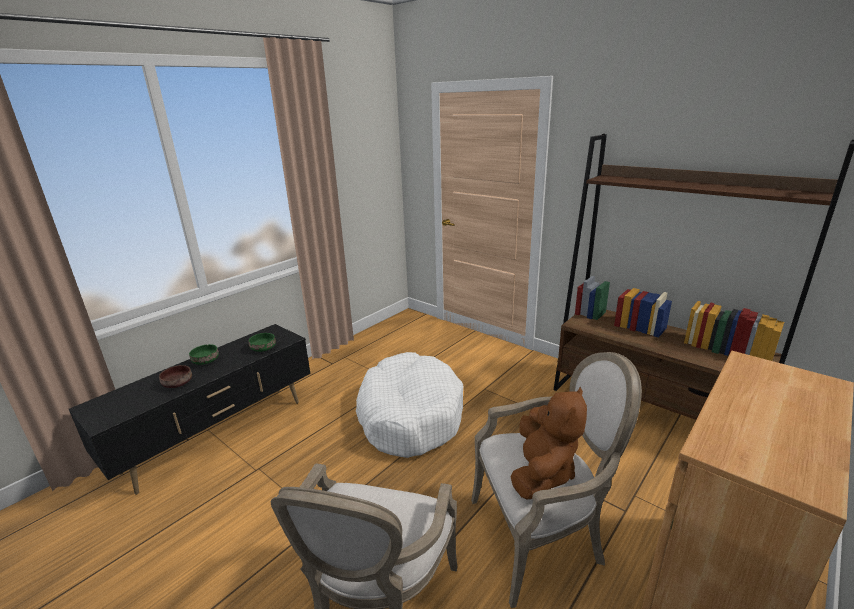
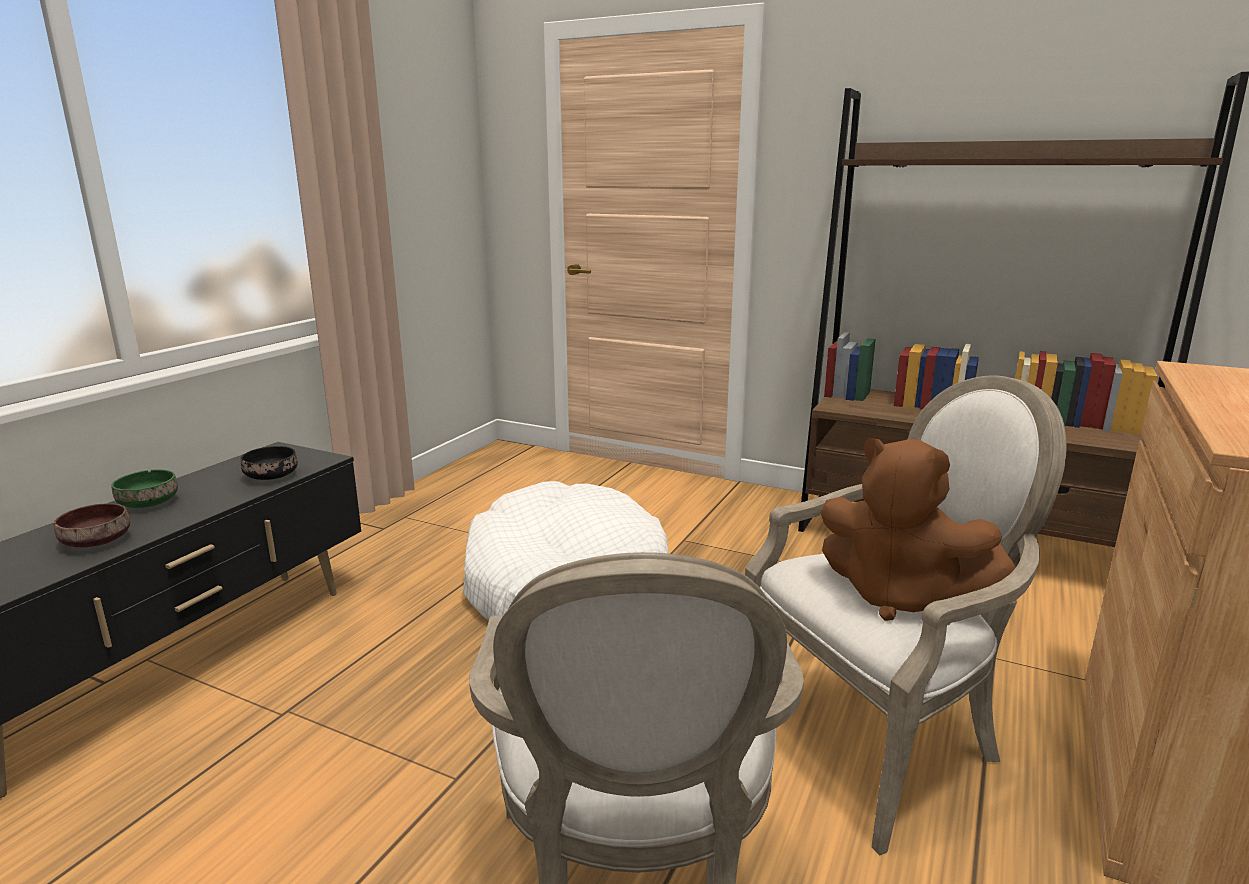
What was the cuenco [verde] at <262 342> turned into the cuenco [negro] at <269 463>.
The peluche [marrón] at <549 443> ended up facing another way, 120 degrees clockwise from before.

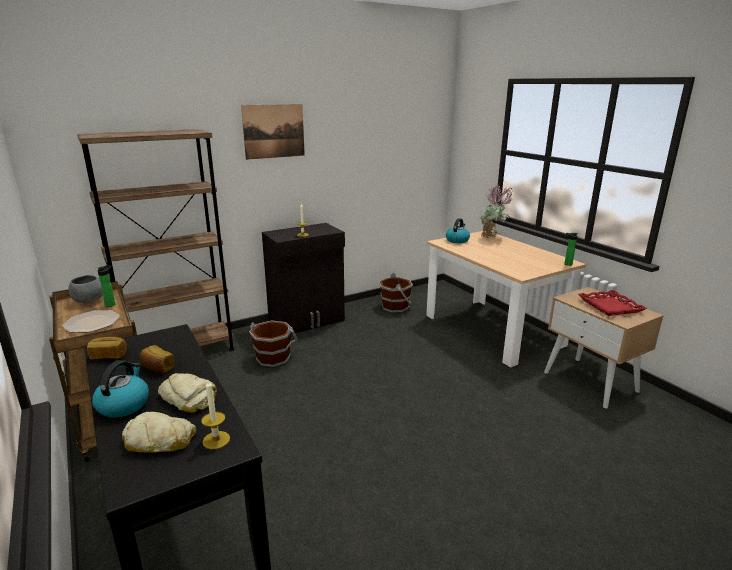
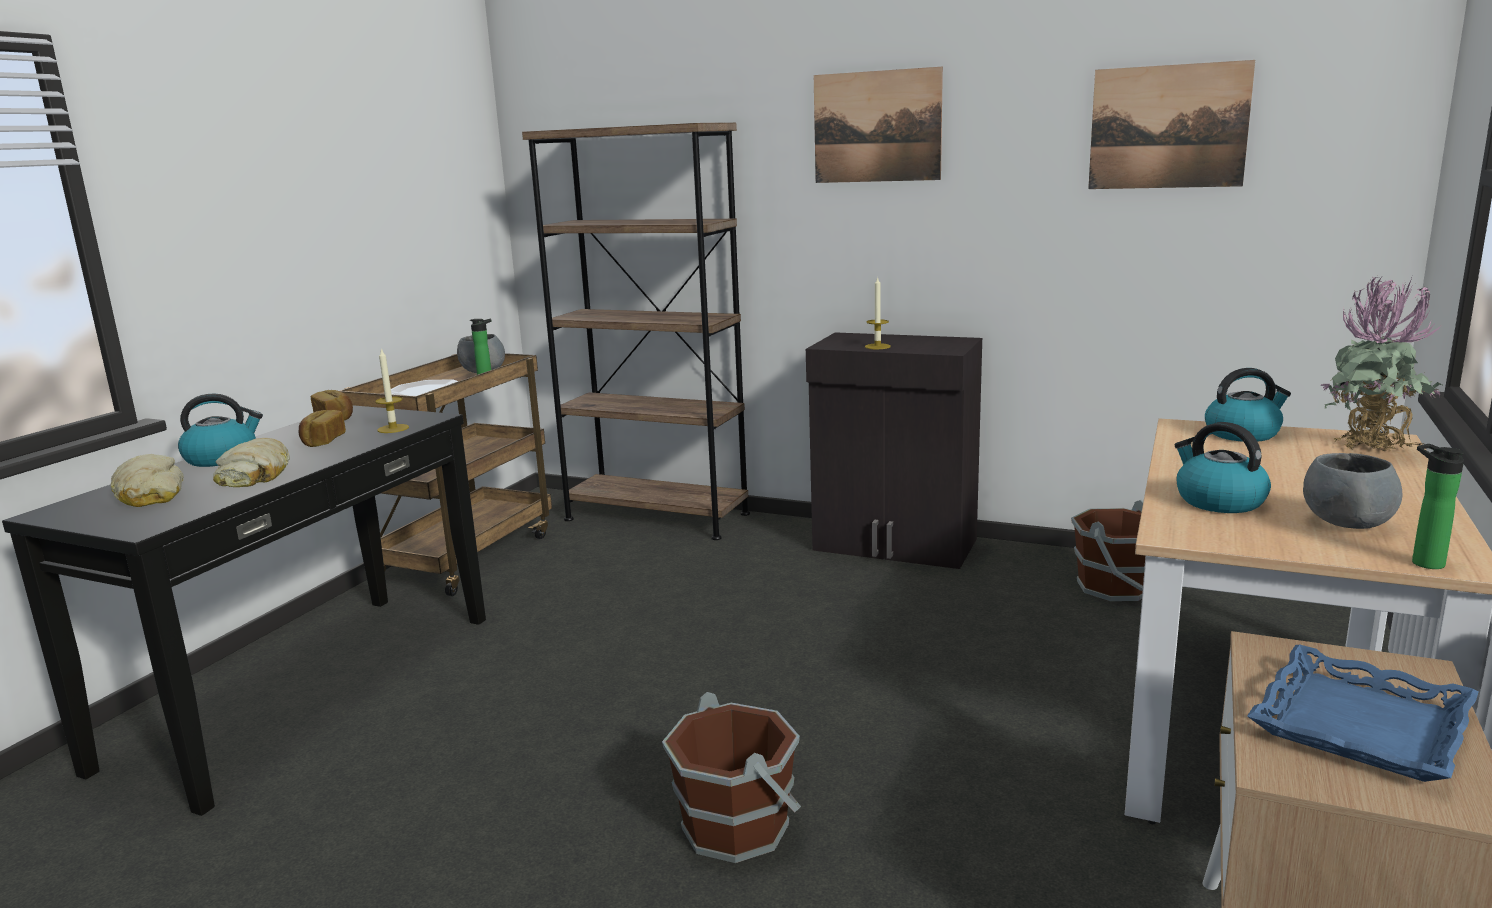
The second view gained the cuadro at <1171 124>.
The second view gained the hervidor at <1223 467>.
The second view gained the cuenco [gris] at <1352 491>.
The vela ended up elsewhere, having gone from <215 414> to <392 391>.
The cubo [marrón] ended up elsewhere, having gone from <273 344> to <731 777>.
What was the bandeja [rojo] at <612 303> turned into the bandeja [azul] at <1362 713>.

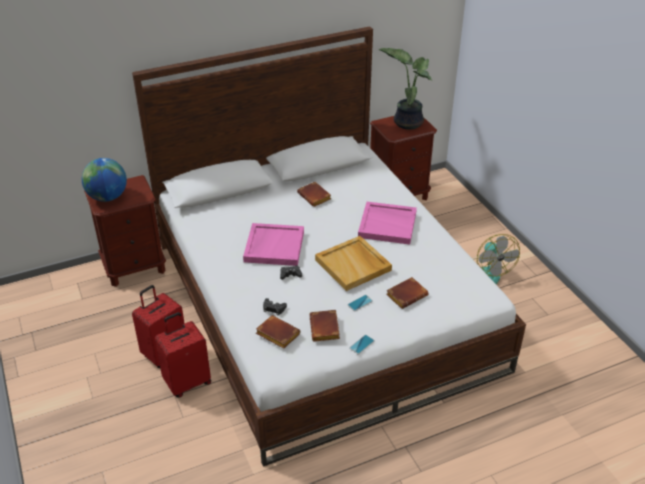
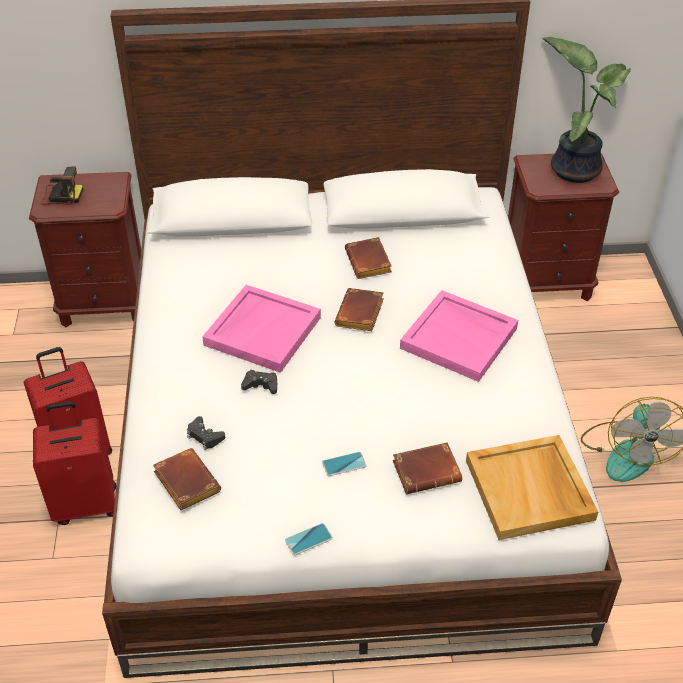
The libro [marrón] ended up elsewhere, having gone from <325 326> to <359 309>.
The bandeja [beis] ended up elsewhere, having gone from <353 263> to <532 487>.
Where the globo terráqueo stood at <104 180>, the cámara came to stand at <62 186>.

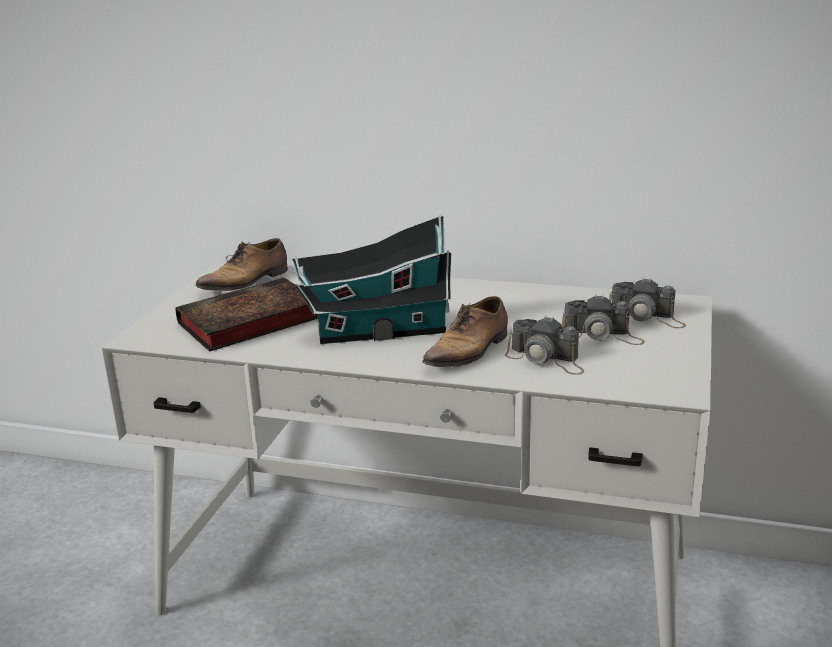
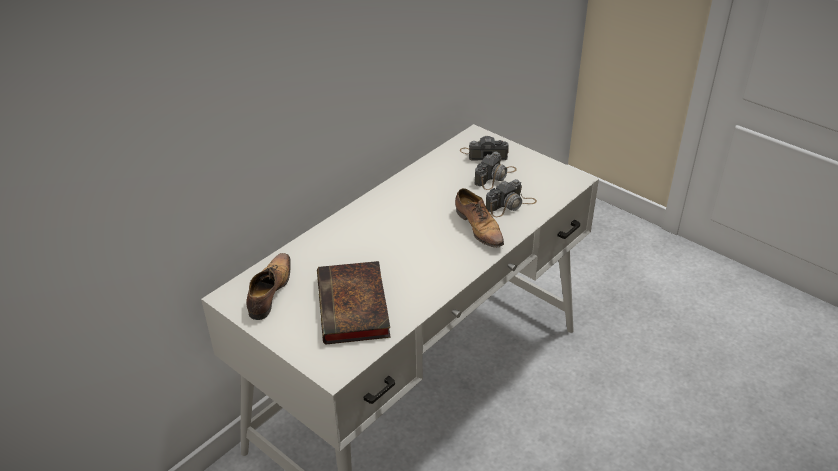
The second view lost the casita at <371 279>.
The zapato at <241 264> ended up facing another way, 150 degrees counterclockwise from before.
The cámara at <647 302> ended up facing another way, 135 degrees counterclockwise from before.

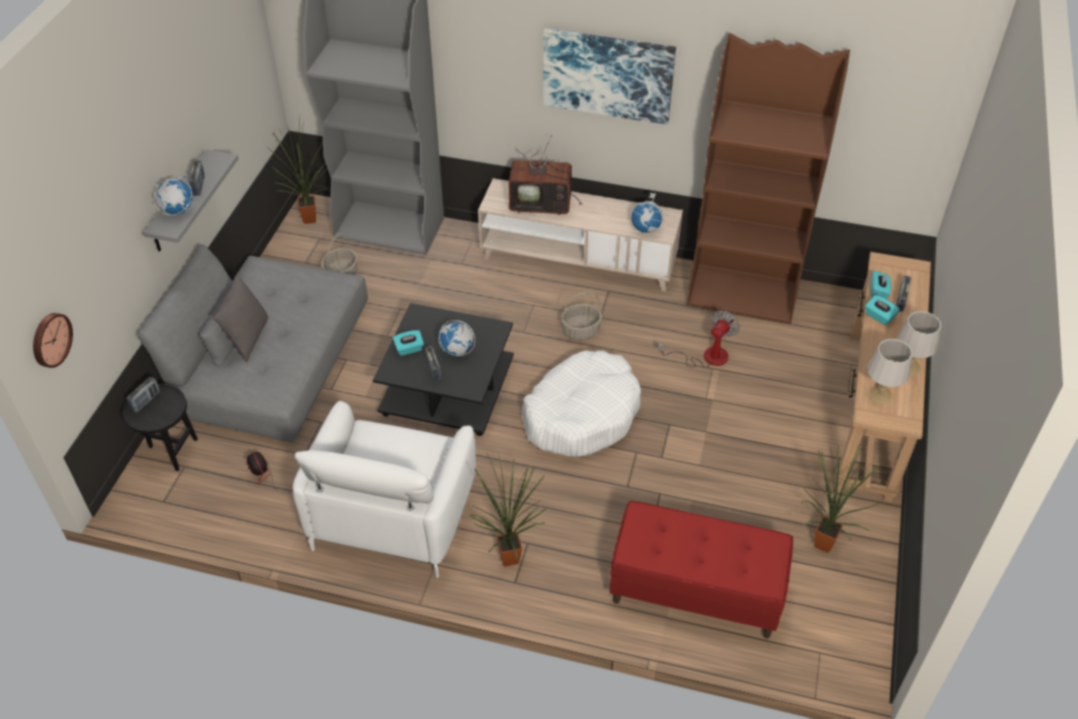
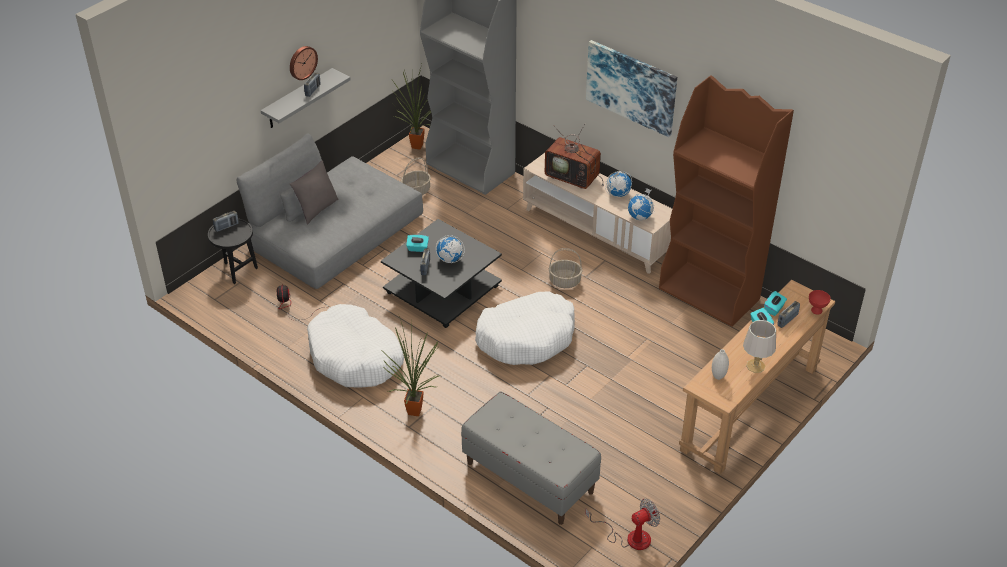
The second view lost the planta en maceta at <843 497>.
The second view gained the cuenco [rojo] at <820 302>.
The reloj de pared ended up elsewhere, having gone from <53 340> to <304 63>.
The globo terráqueo ended up elsewhere, having gone from <173 196> to <618 184>.
The ventilador ended up elsewhere, having gone from <699 339> to <622 524>.
Where the sillón [blanco] stood at <384 489>, the cama para perro [blanco] came to stand at <355 345>.
Where the lámpara de mesa [gris] stood at <890 371>, the florero [blanco] came to stand at <720 364>.
What was the banco [rojo] at <701 569> turned into the banco [gris] at <531 458>.

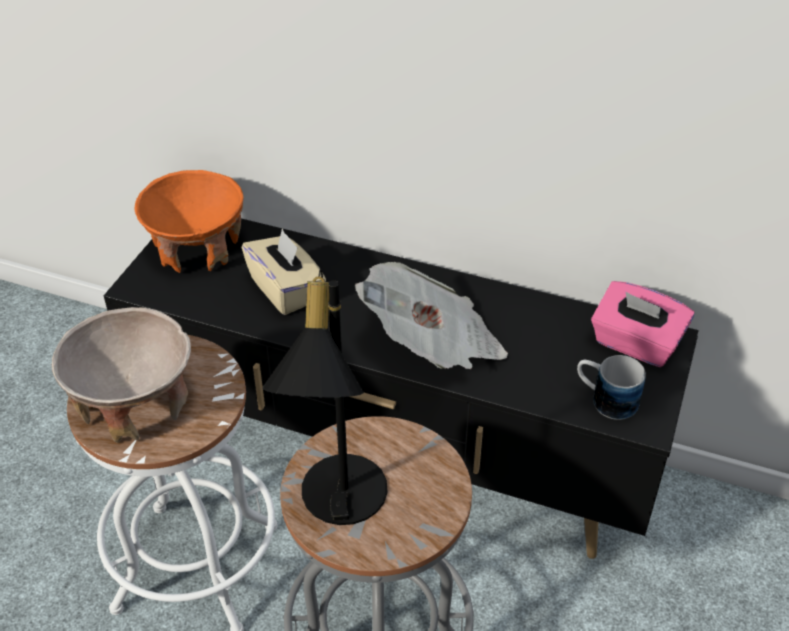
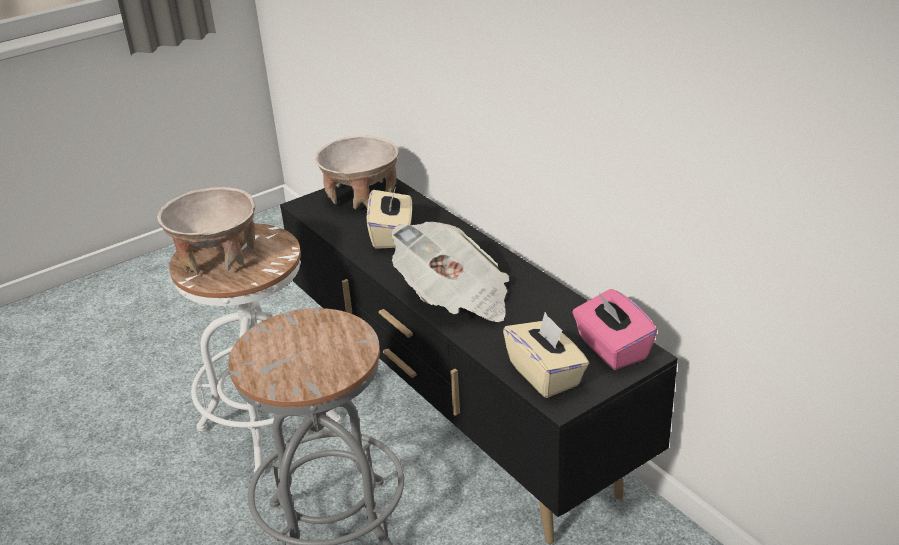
The second view lost the lámpara de mesa [negro] at <324 397>.
Where the taza grande stood at <611 387>, the caja de pañuelos [beis] came to stand at <546 355>.
What was the cuenco [naranja] at <189 221> turned into the cuenco [beis] at <357 172>.

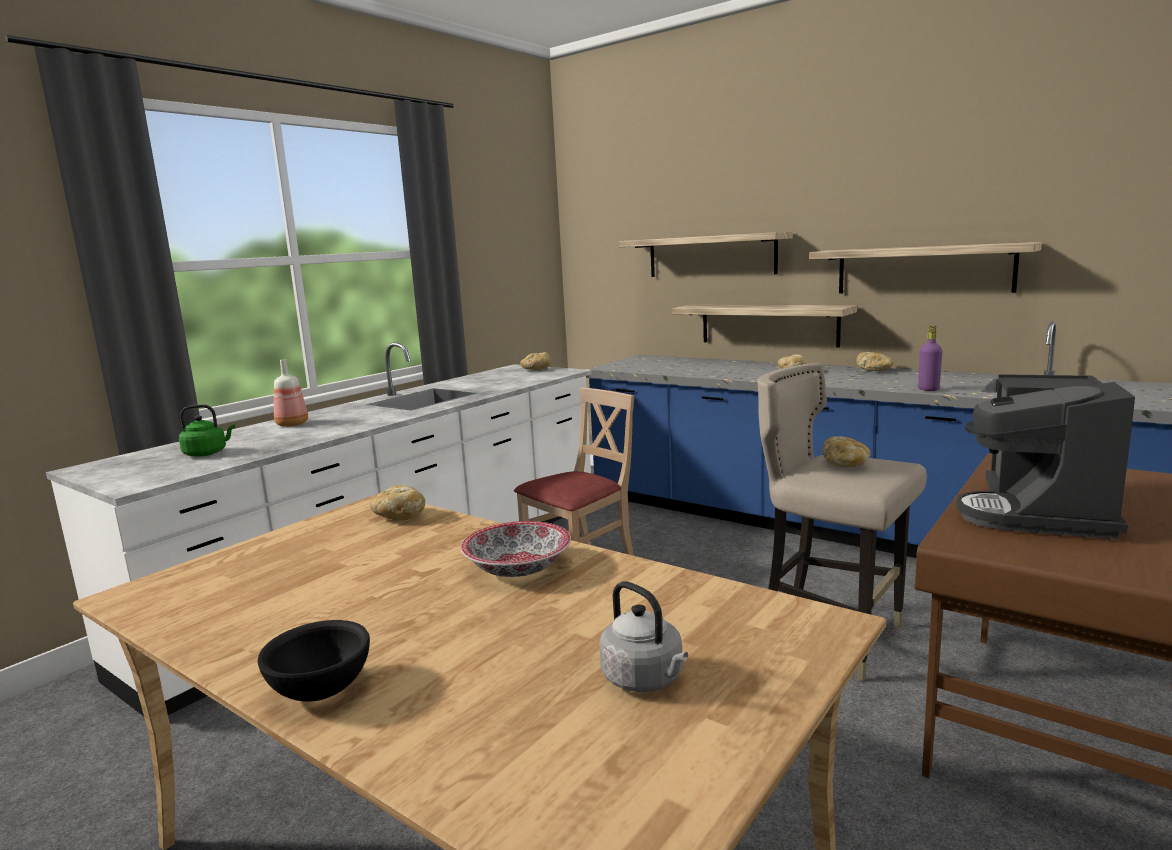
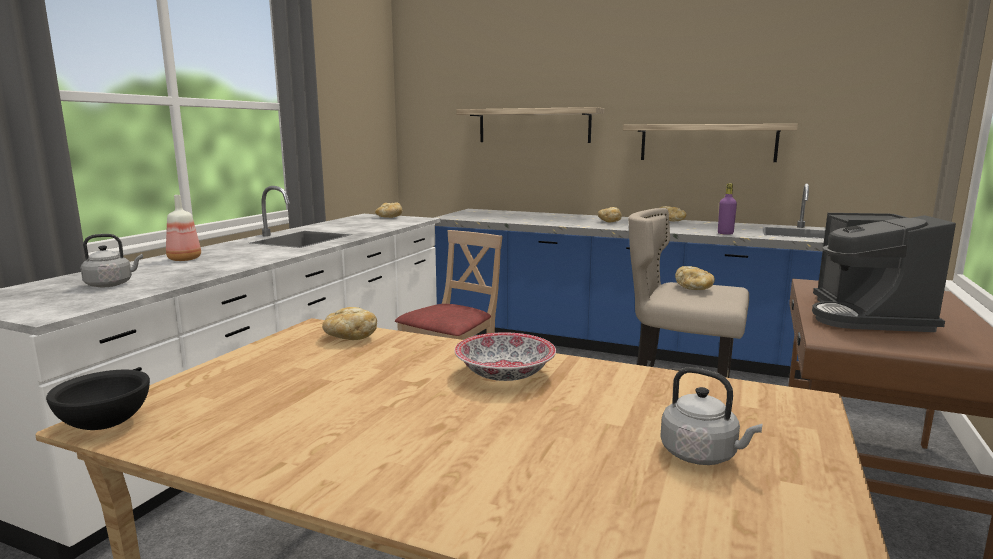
The second view lost the estante at <764 326>.
The cuenco [negro] ended up elsewhere, having gone from <314 660> to <98 400>.
What was the hervidor [verde] at <207 430> turned into the hervidor [gris] at <112 260>.

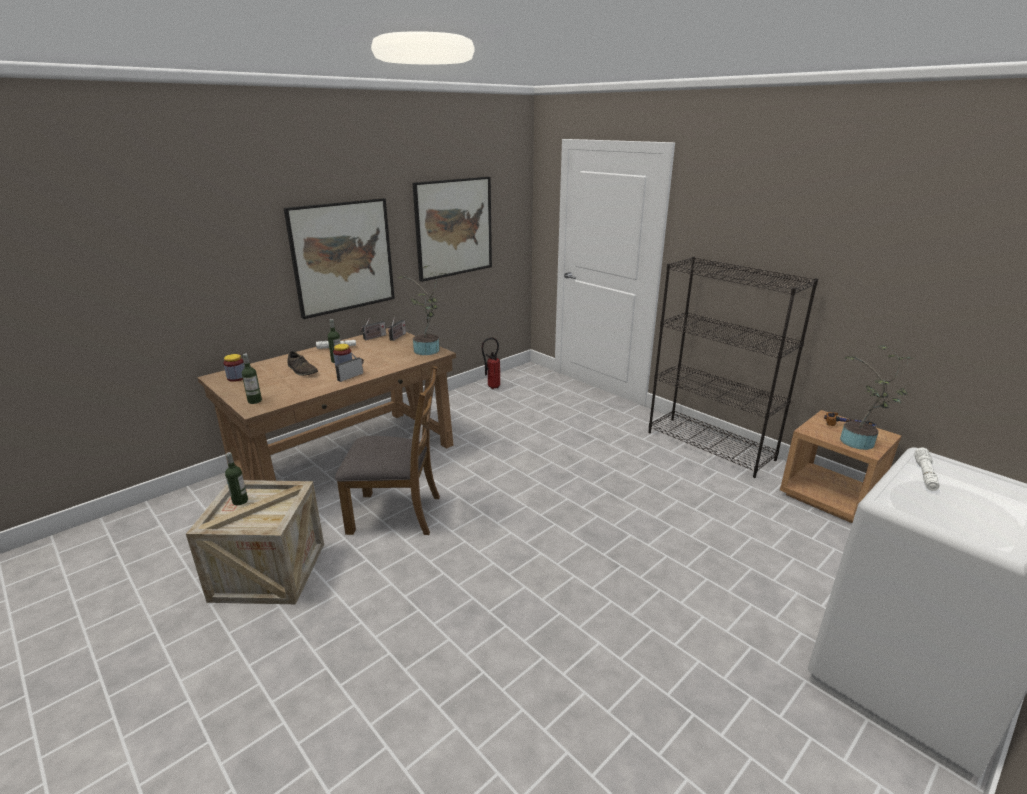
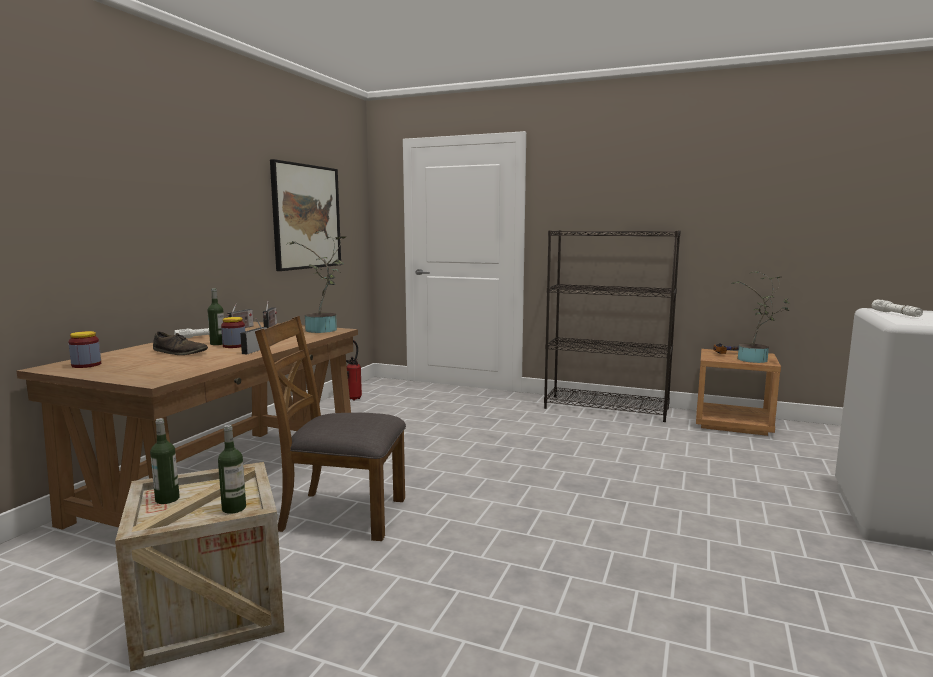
The second view lost the cuadro at <339 258>.
The botella ended up elsewhere, having gone from <252 379> to <232 469>.
The silla [marrón] at <387 450> ended up facing another way, 150 degrees counterclockwise from before.

